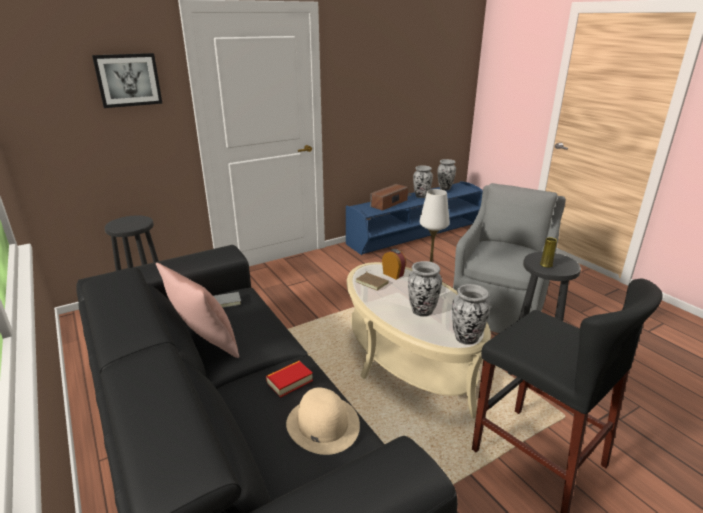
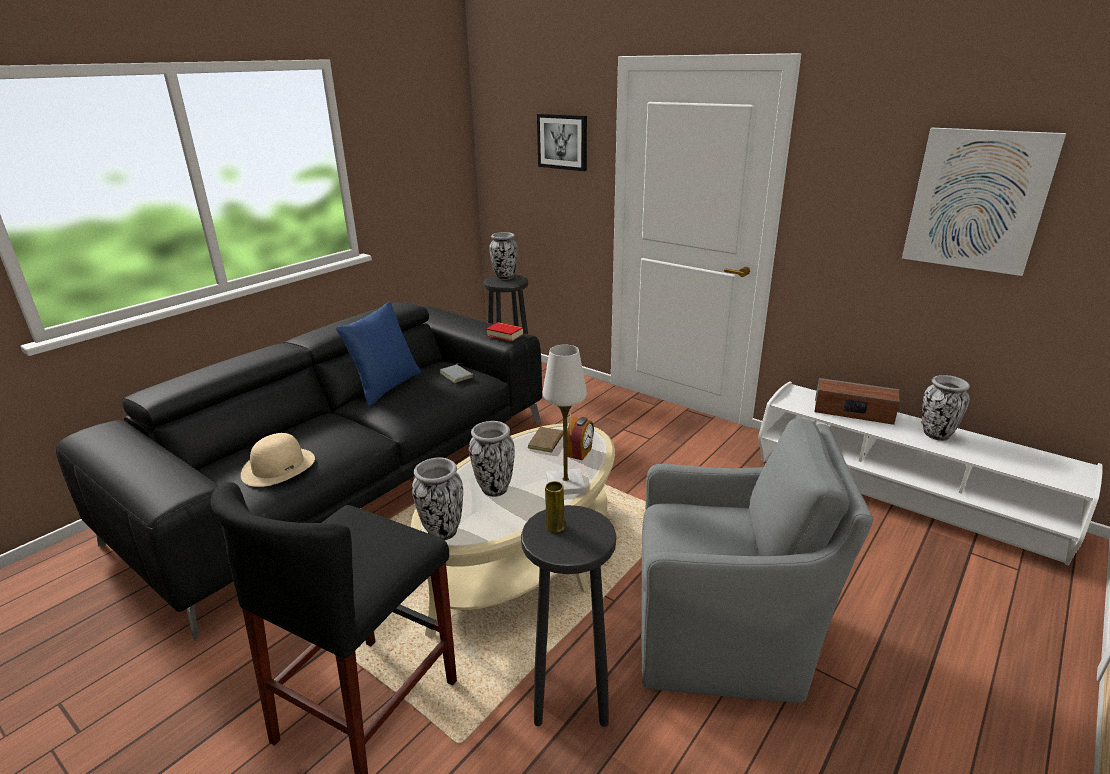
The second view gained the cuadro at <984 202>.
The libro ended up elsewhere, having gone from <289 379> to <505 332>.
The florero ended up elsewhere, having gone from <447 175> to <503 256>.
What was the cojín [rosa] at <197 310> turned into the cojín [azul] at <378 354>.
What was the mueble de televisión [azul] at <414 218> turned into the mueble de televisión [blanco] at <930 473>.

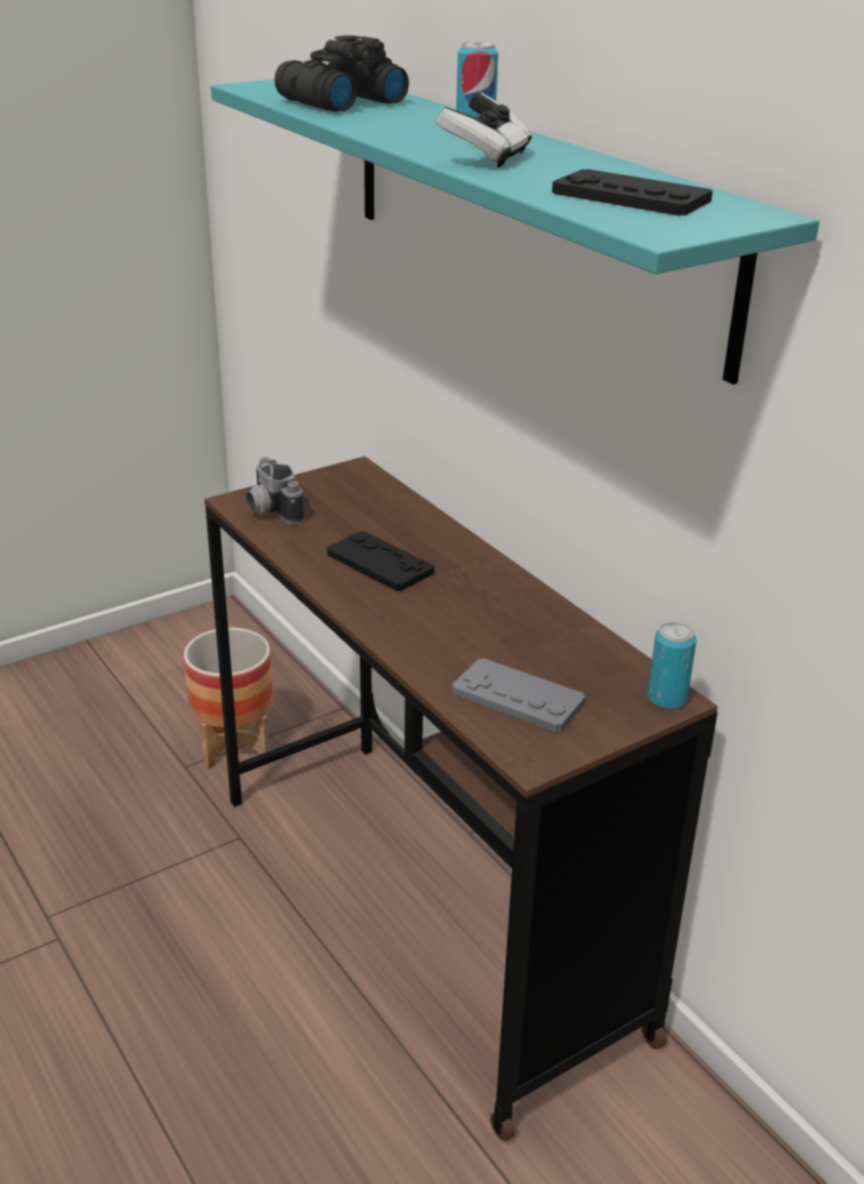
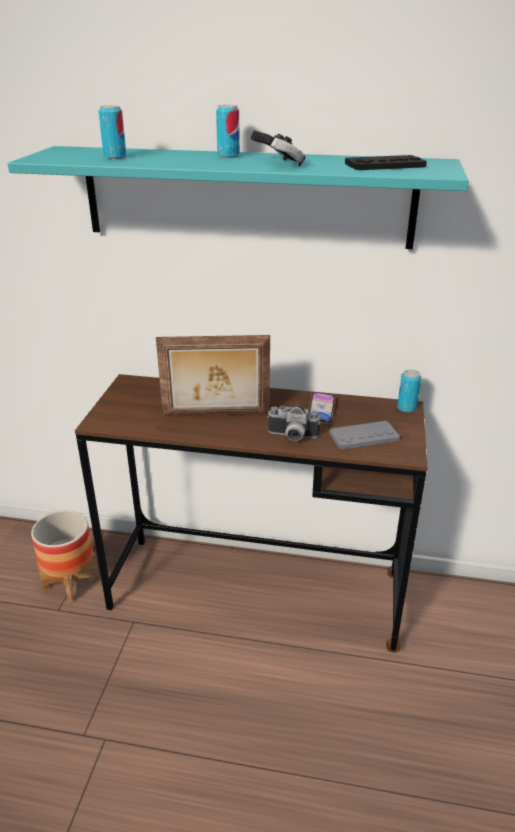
The second view gained the móvil at <321 408>.
The cámara ended up elsewhere, having gone from <275 491> to <294 422>.
Where the prismáticos [negro] stood at <341 73>, the lata came to stand at <112 132>.
Where the mando de consola [negro] stood at <380 561>, the portarretratos came to stand at <213 375>.

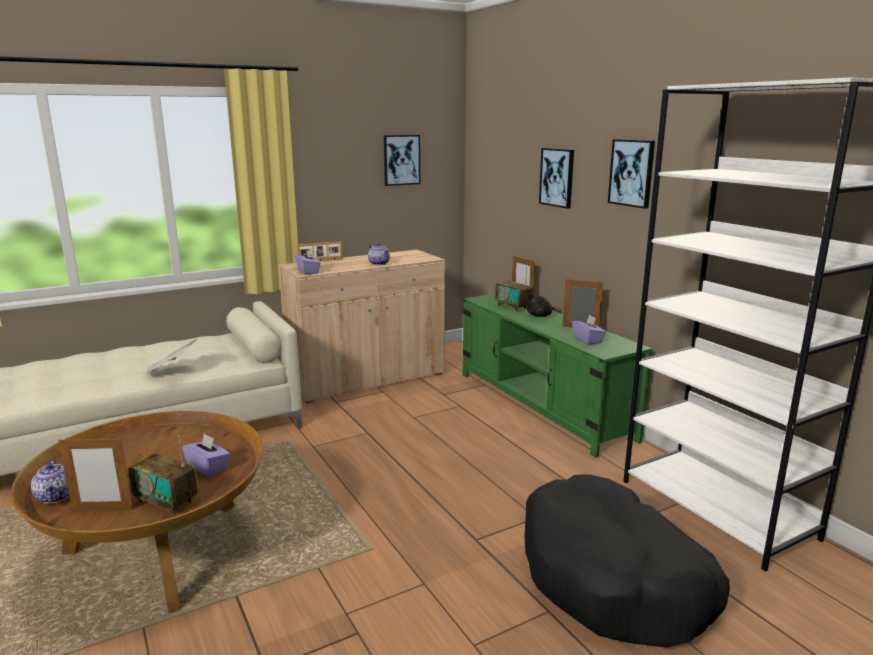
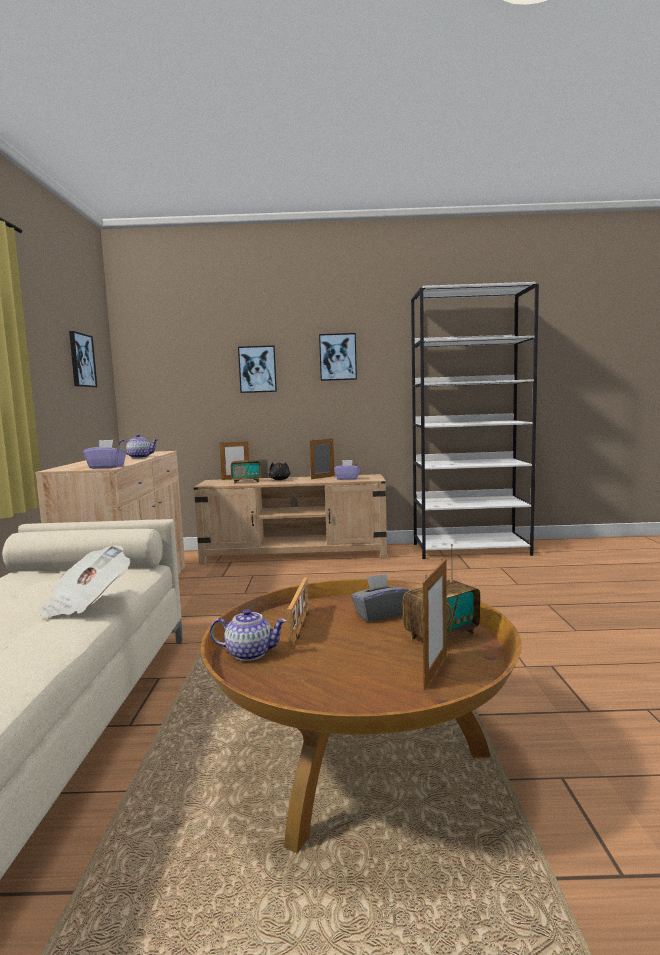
The second view lost the cama para perro [negro] at <627 561>.
The tetera ended up elsewhere, having gone from <50 481> to <248 635>.
The portarretratos ended up elsewhere, having gone from <320 251> to <298 611>.
What was the caja de pañuelos [morado] at <206 455> turned into the caja de pañuelos [gris] at <380 597>.
What was the mueble de televisión [verde] at <557 376> turned into the mueble de televisión [beis] at <290 519>.

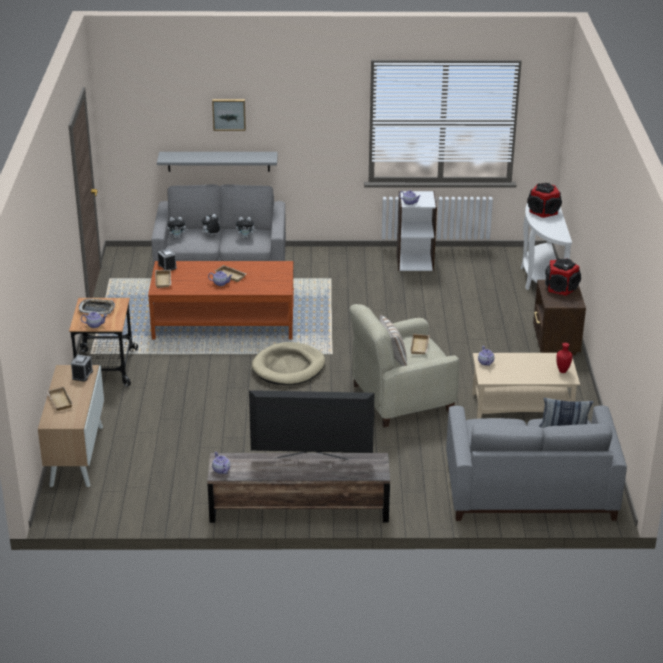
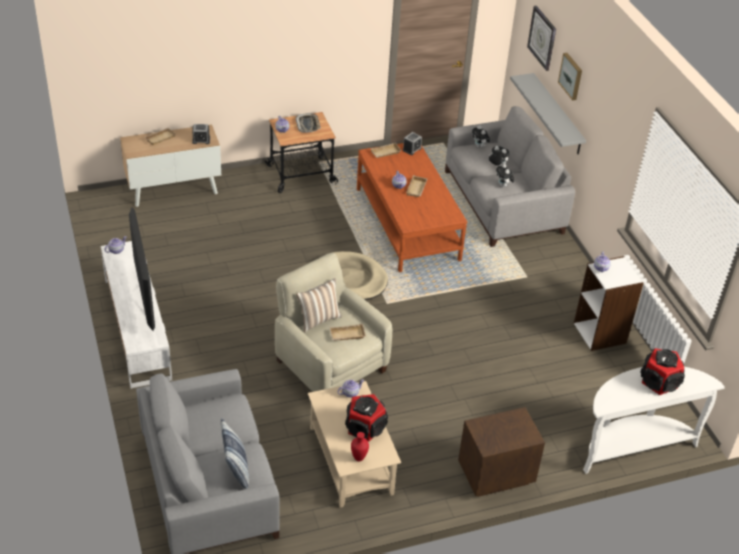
The second view gained the reloj de pared at <541 38>.
The altavoz ended up elsewhere, having gone from <563 277> to <366 417>.
What was the mueble de televisión [marrón] at <298 488> turned into the mueble de televisión [blanco] at <136 315>.

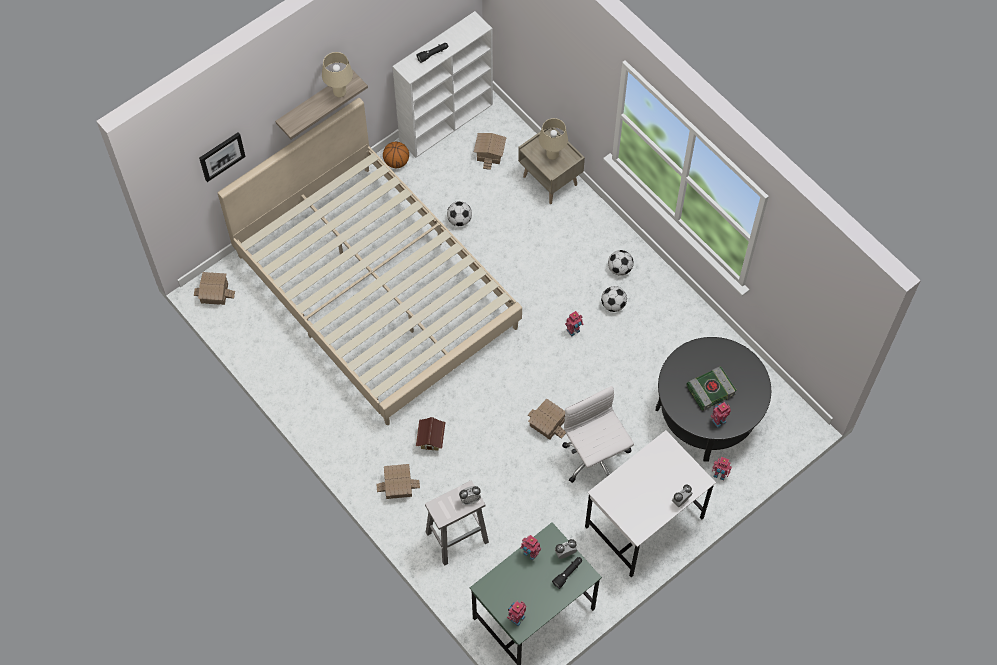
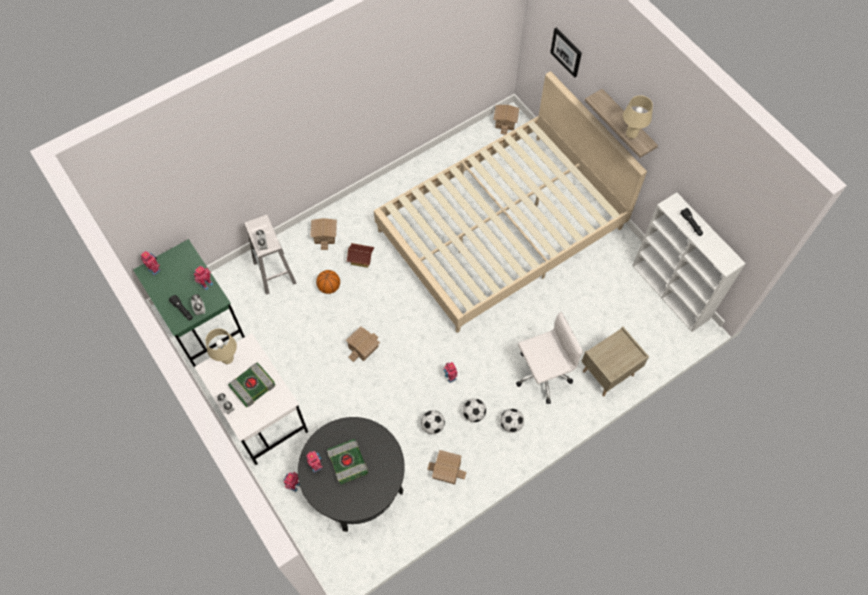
The second view gained the libro at <252 384>.
The balón de baloncesto ended up elsewhere, having gone from <396 155> to <328 282>.
The balón de fútbol ended up elsewhere, having gone from <459 213> to <433 422>.
The casita ended up elsewhere, having gone from <490 151> to <446 467>.
The lámpara de mesa [beis] ended up elsewhere, having gone from <553 139> to <221 346>.
The silla de oficina [blanco] ended up elsewhere, having gone from <598 434> to <549 358>.

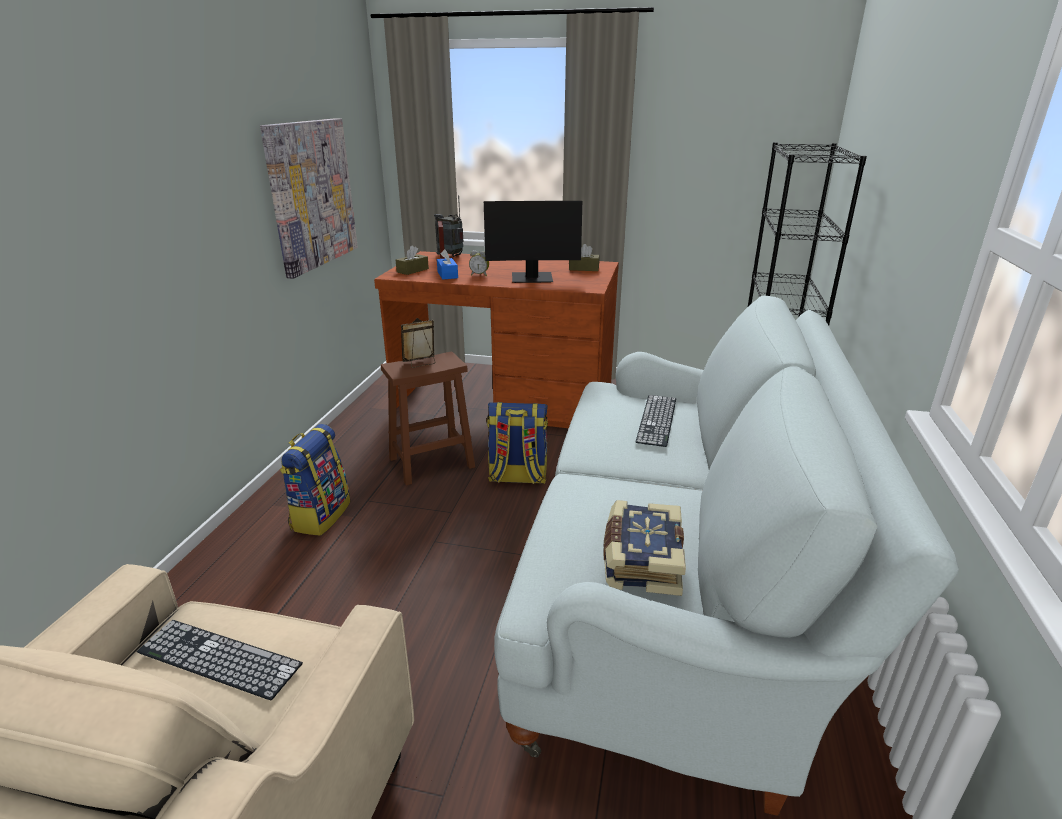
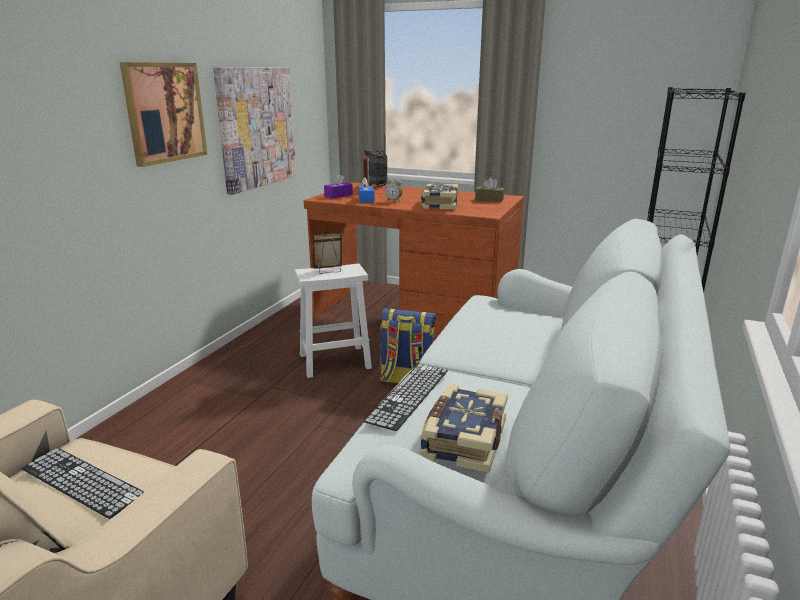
The second view lost the mochila at <314 480>.
The second view gained the cuadro at <163 114>.
The teclado ended up elsewhere, having gone from <655 421> to <406 397>.
Where the monitor stood at <533 242>, the libro came to stand at <439 197>.
What was the taburete [marrón] at <428 418> turned into the taburete [blanco] at <333 320>.
What was the caja de pañuelos [marrón] at <412 260> turned into the caja de pañuelos [morado] at <338 186>.

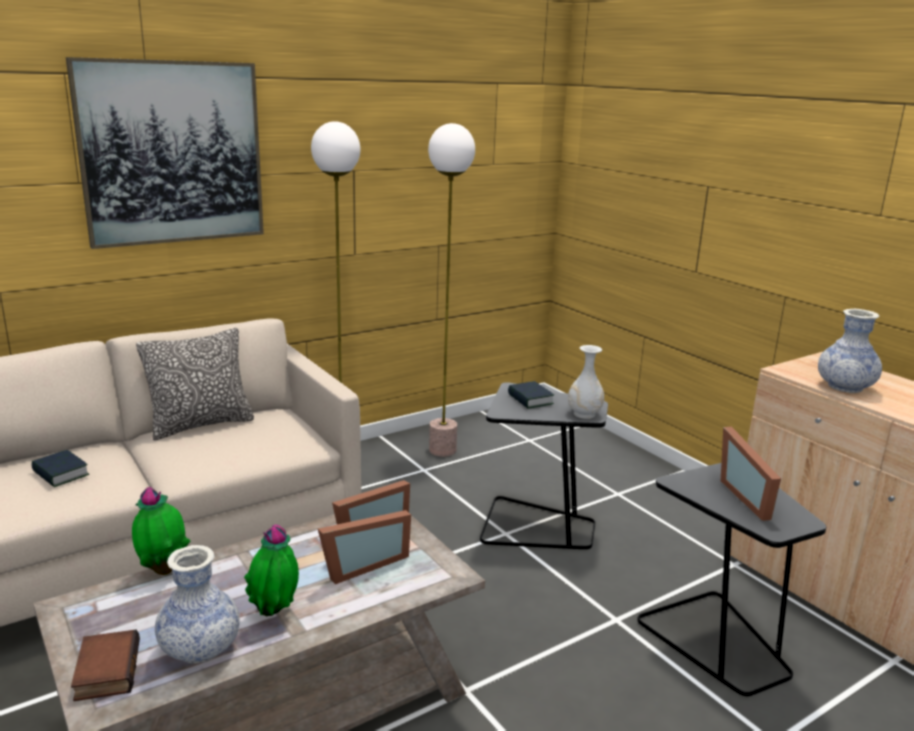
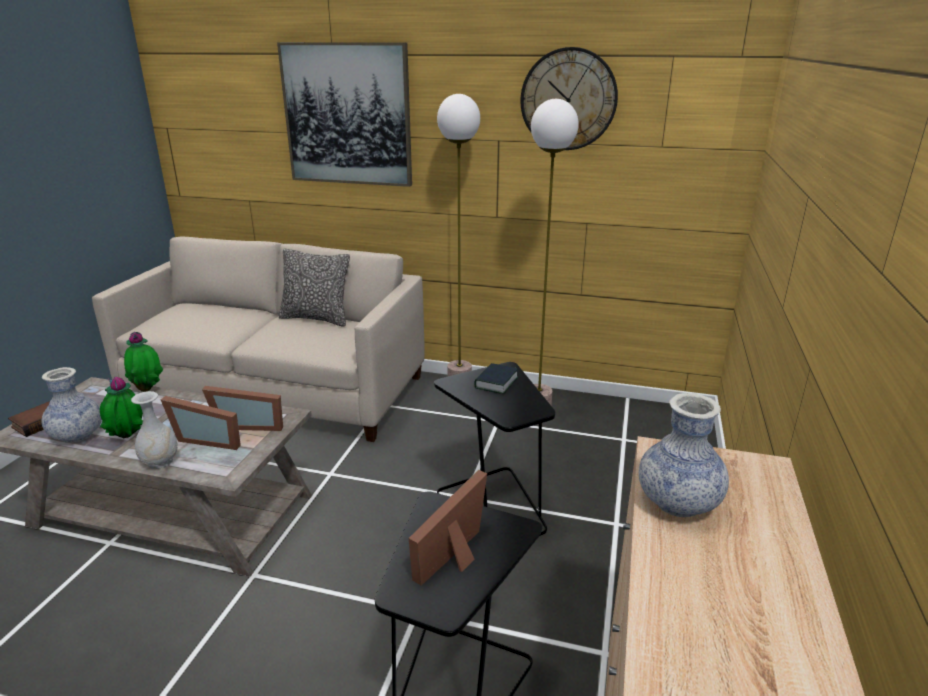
The second view lost the libro at <60 468>.
The second view gained the reloj de pared at <569 98>.
The florero [blanco] ended up elsewhere, having gone from <586 382> to <154 430>.

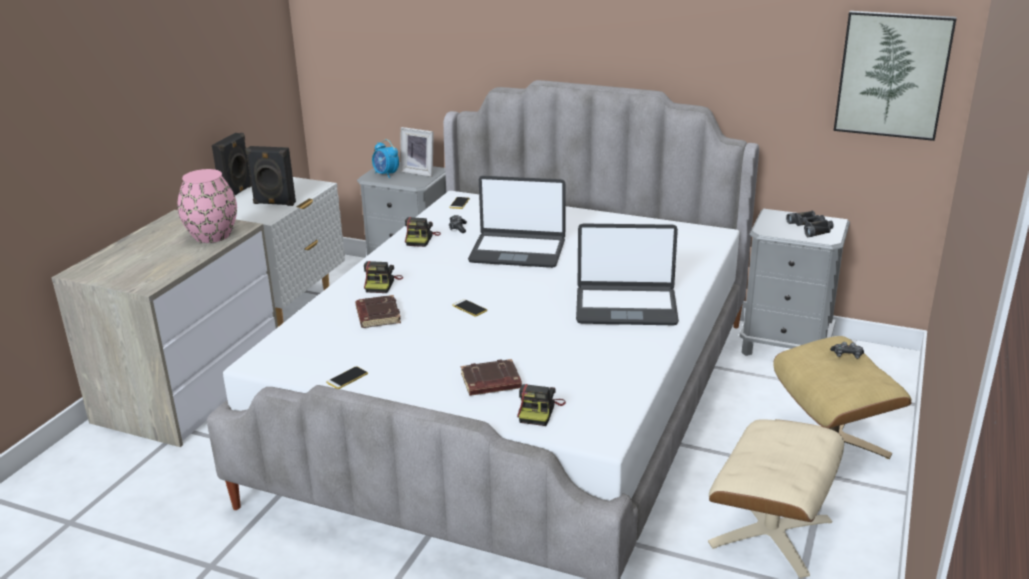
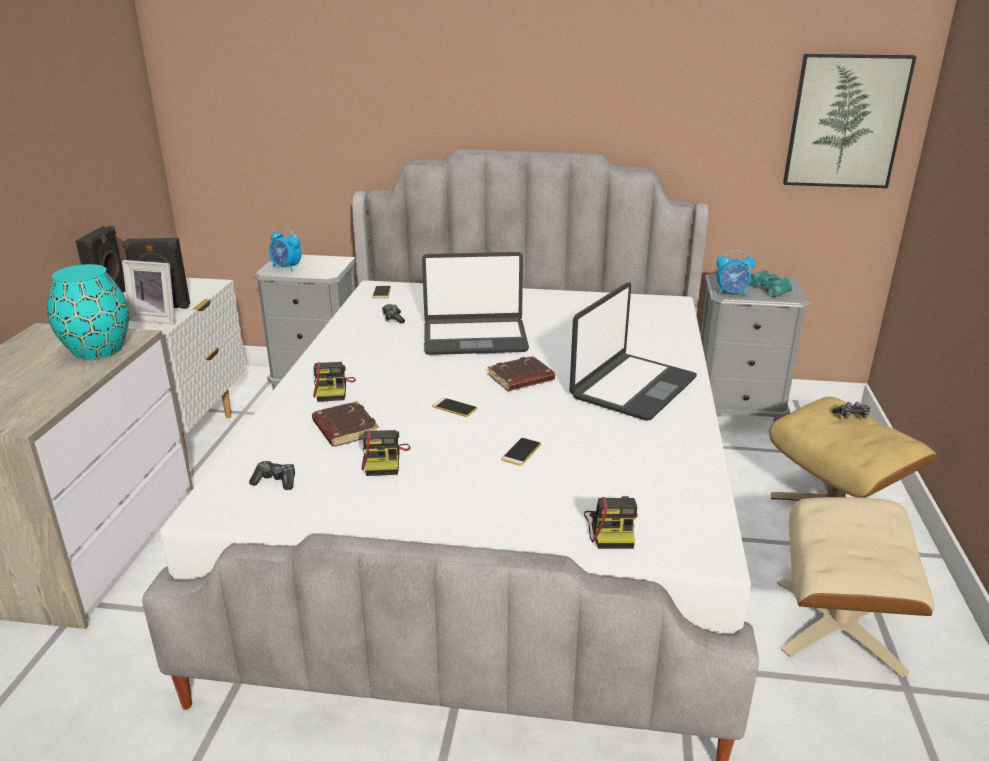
The second view gained the mando de consola at <272 475>.
The second view gained the despertador at <735 273>.
The móvil ended up elsewhere, having gone from <347 377> to <521 452>.
The portarretratos ended up elsewhere, having gone from <417 152> to <148 292>.
The cámara ended up elsewhere, having gone from <423 232> to <386 453>.
The libro [marrón] ended up elsewhere, having gone from <491 377> to <521 373>.
What was the florero [rosa] at <207 206> turned into the florero [turquesa] at <88 312>.
What was the prismáticos [negro] at <810 224> turned into the prismáticos [turquesa] at <770 283>.
The portátil at <627 274> ended up facing another way, 45 degrees counterclockwise from before.

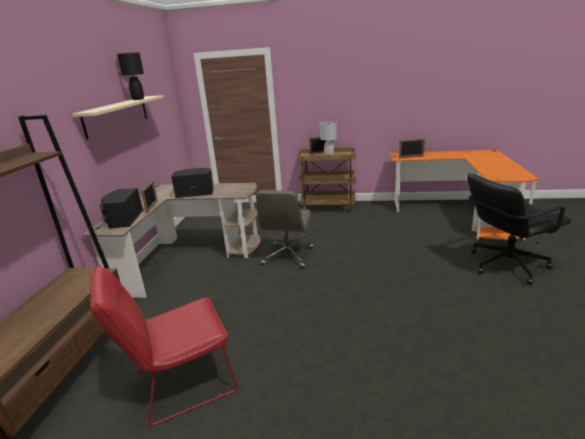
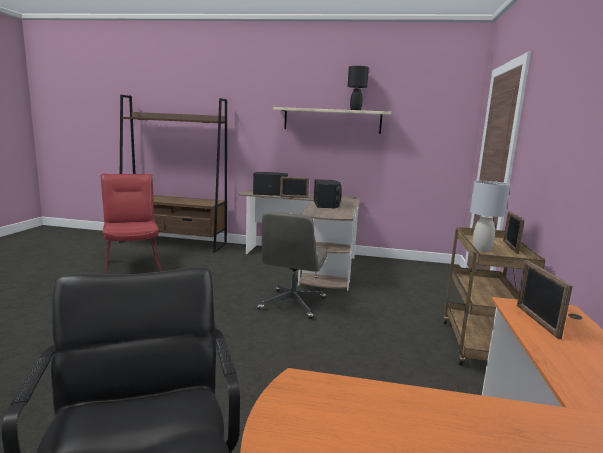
The silla de oficina [gris] at <285 229> ended up facing another way, 90 degrees counterclockwise from before.

